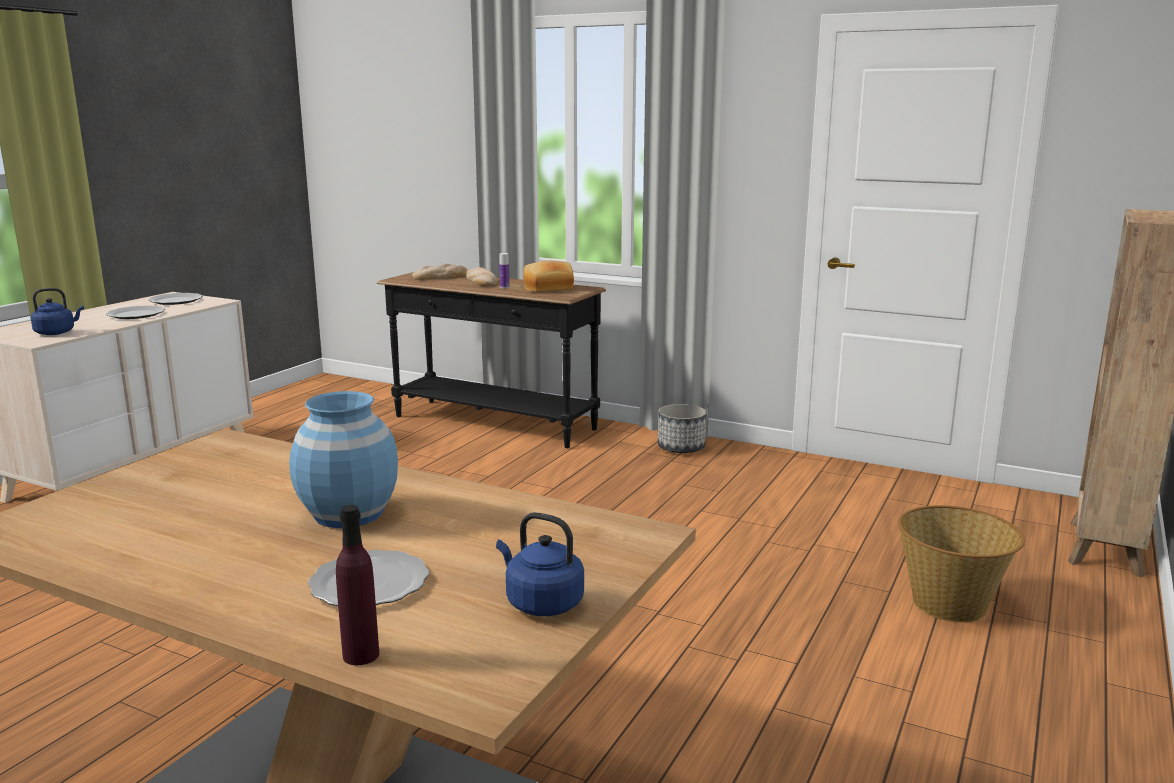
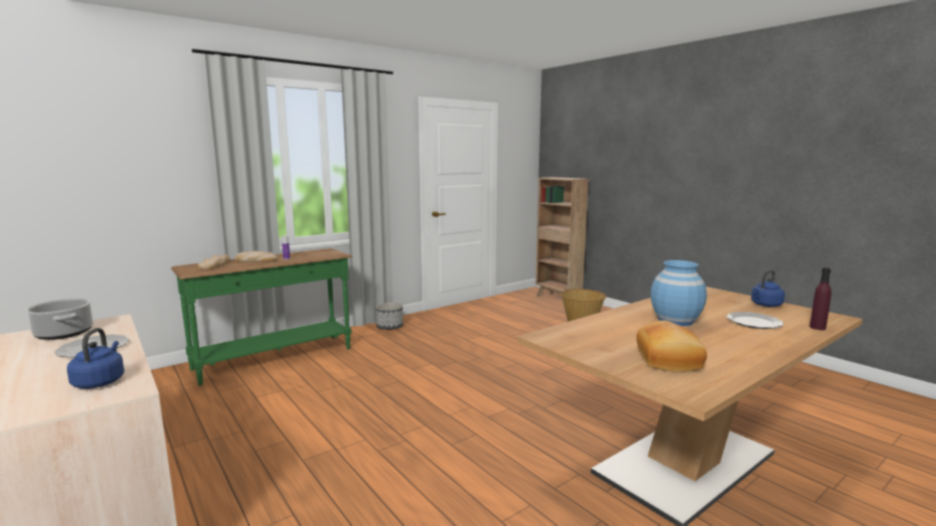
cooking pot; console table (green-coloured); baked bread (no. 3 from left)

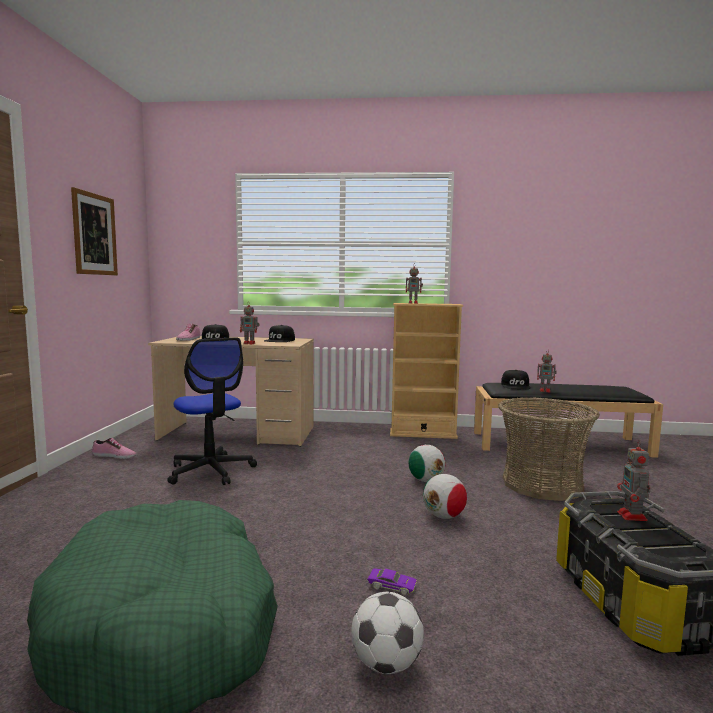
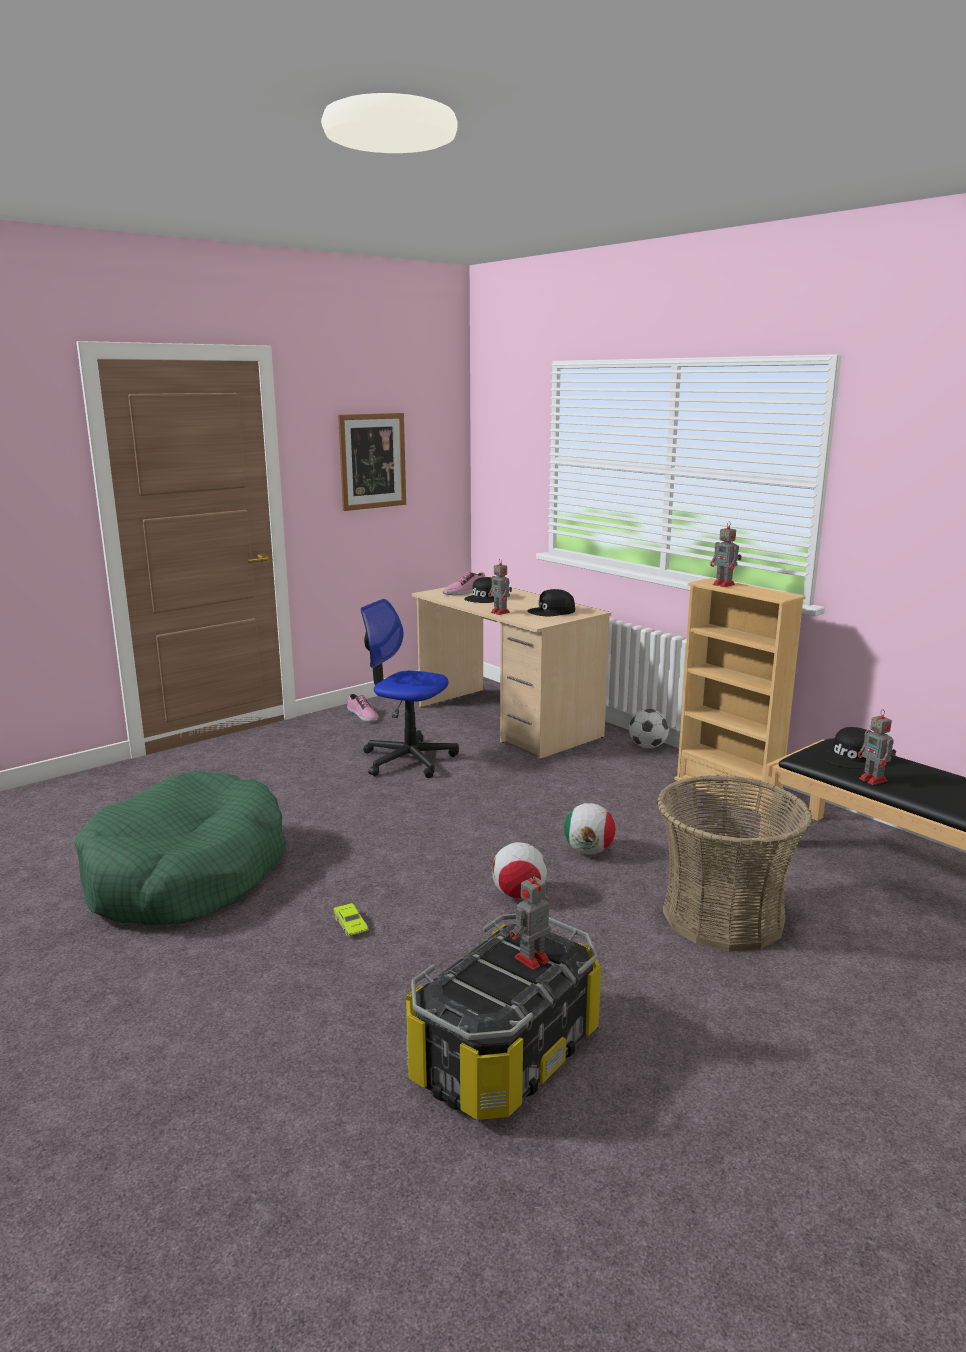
office chair; football (no. 3 from left); miniature car (green-coloured)

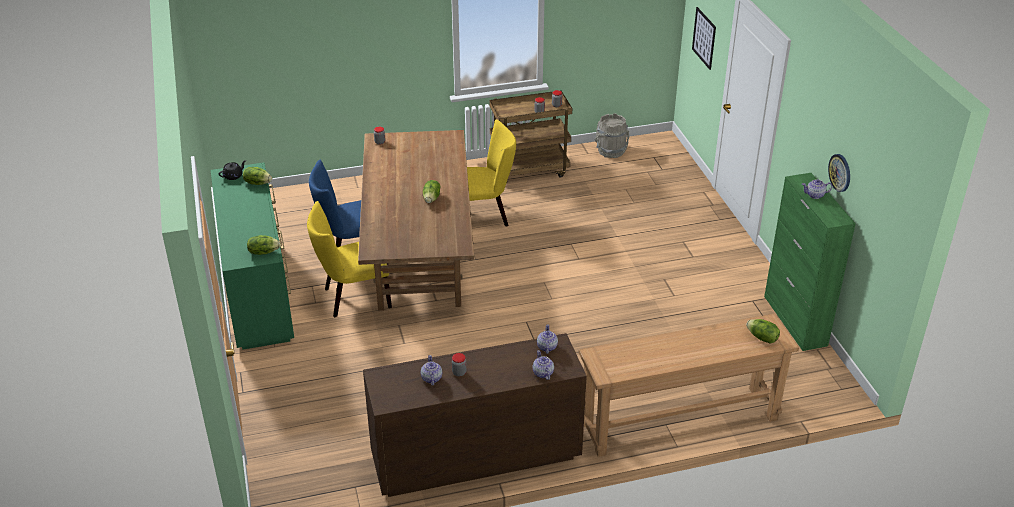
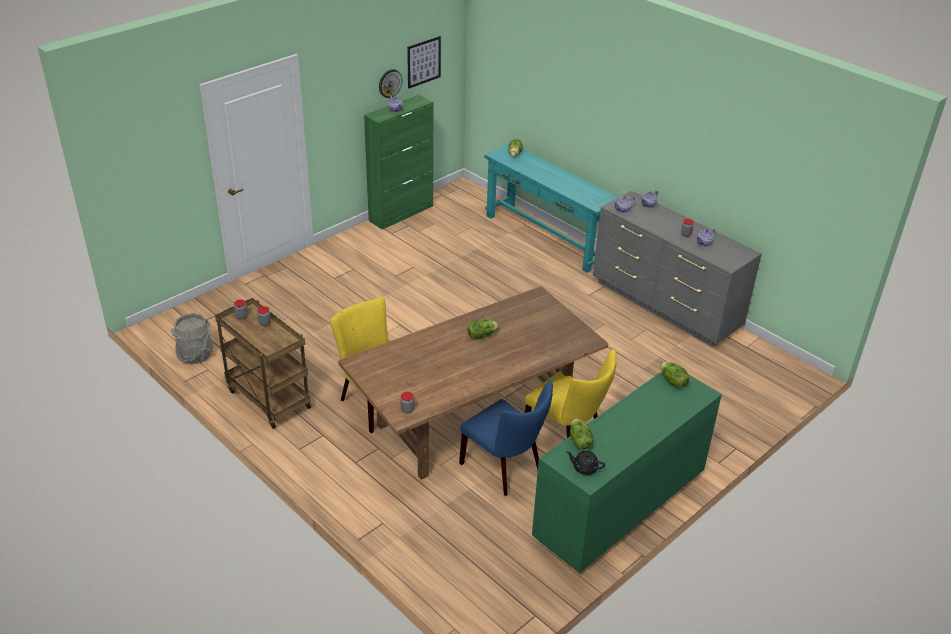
dresser (gray); console table (turquoise-coloured); wall picture

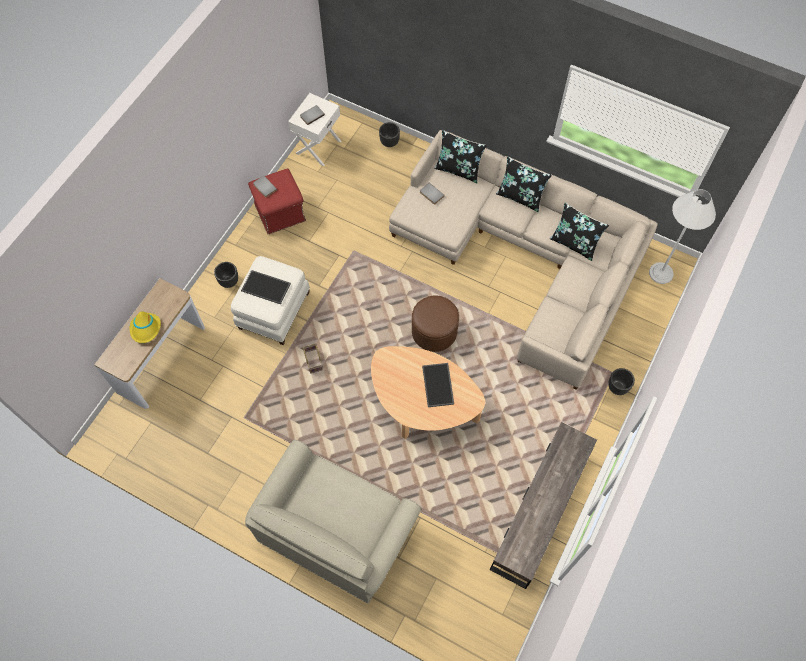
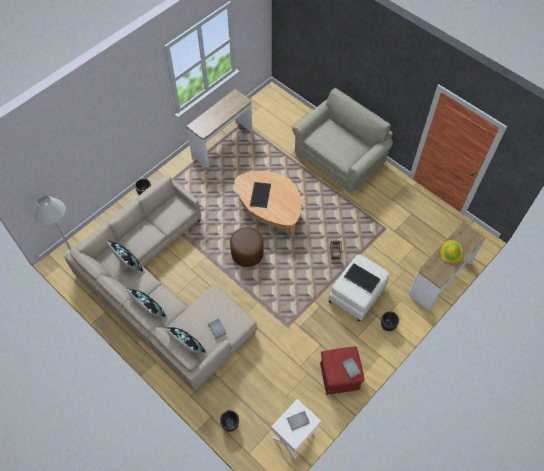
console table (no. 1 from left)

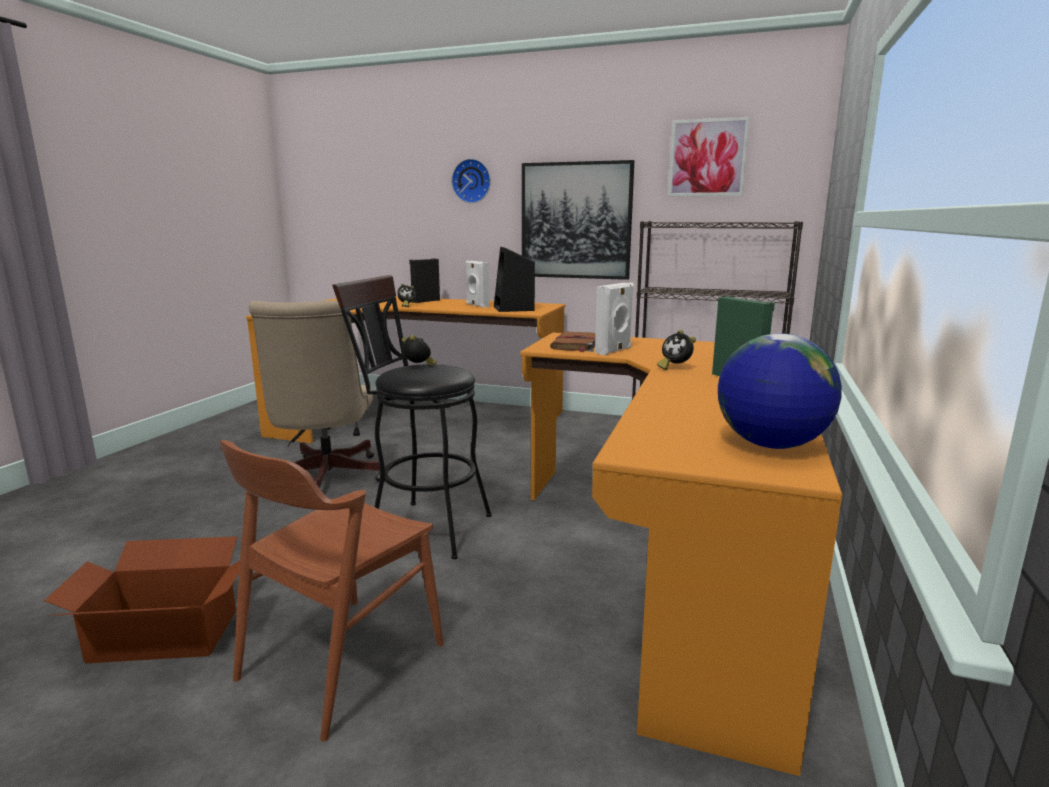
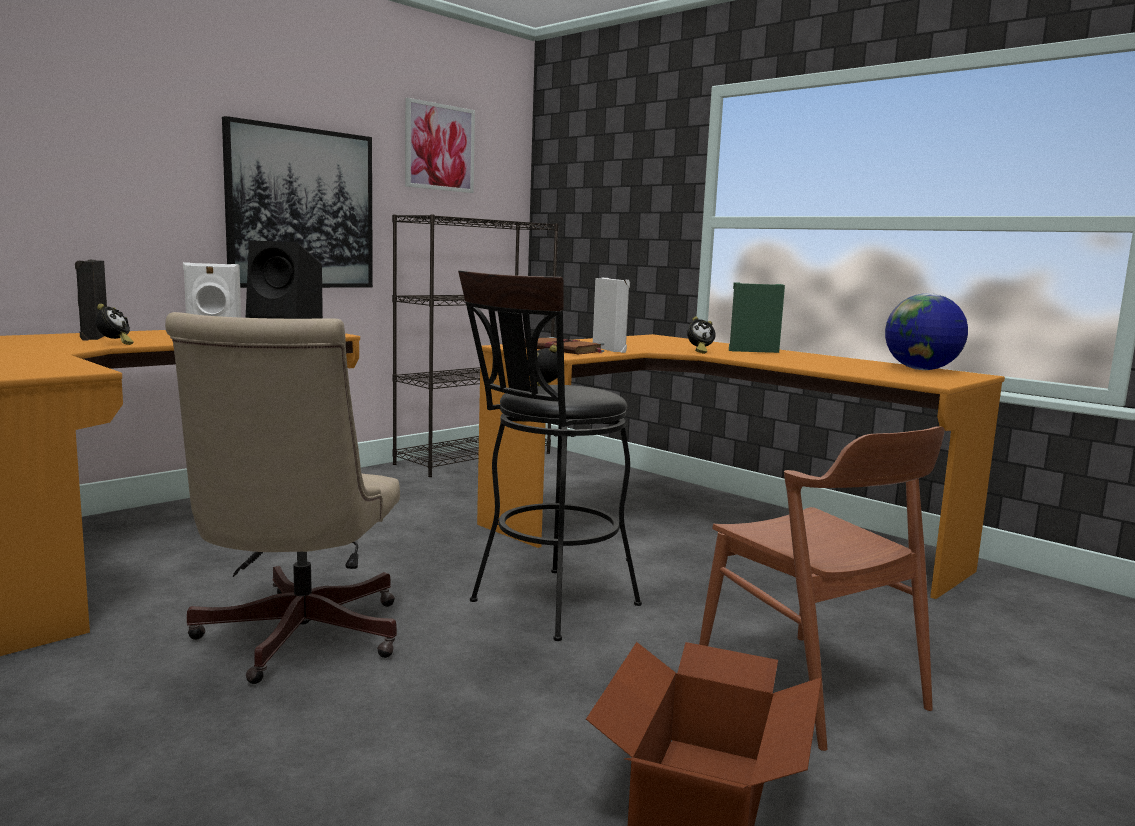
office chair (beige); hanging clock

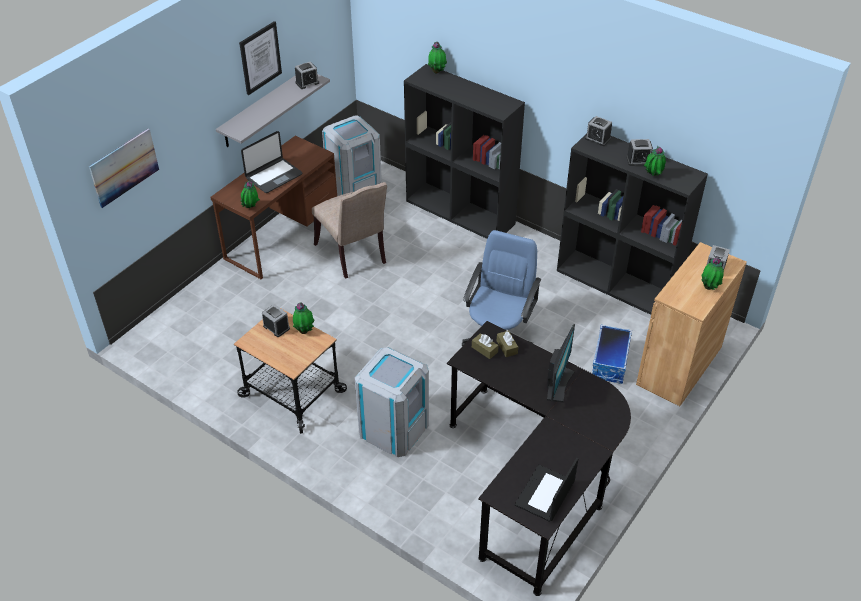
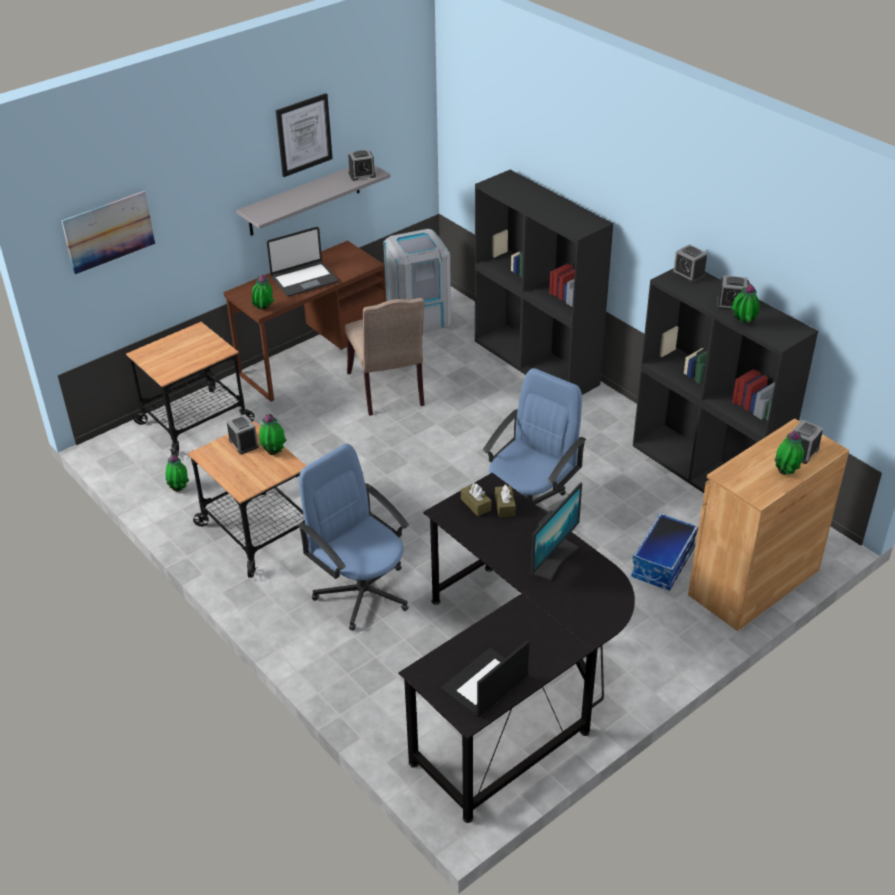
office chair (blue-coloured) (no. 1 from left); houseplant (no. 1 from left); cart (no. 1 from left)

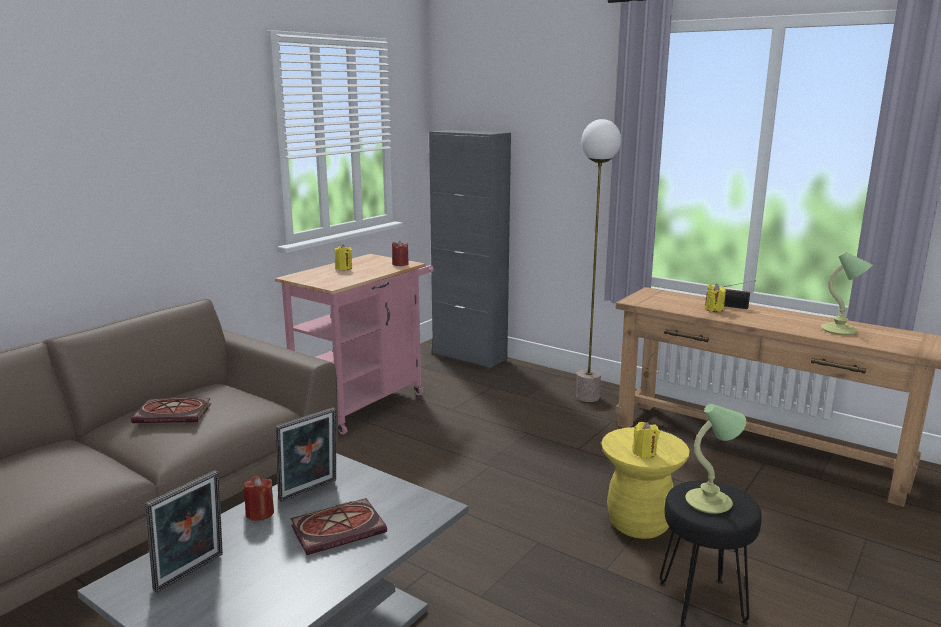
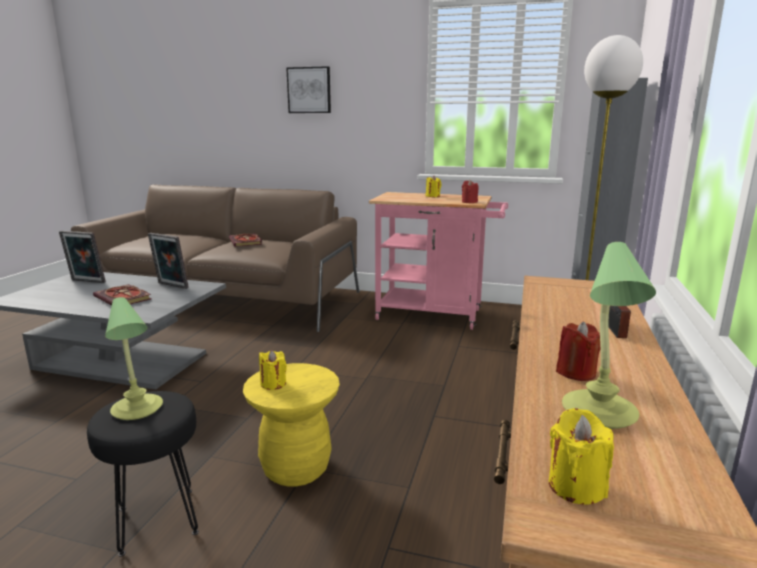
wax candle (reddish) (no. 2 from left); wax candle (yellow) (no. 3 from left); wall picture

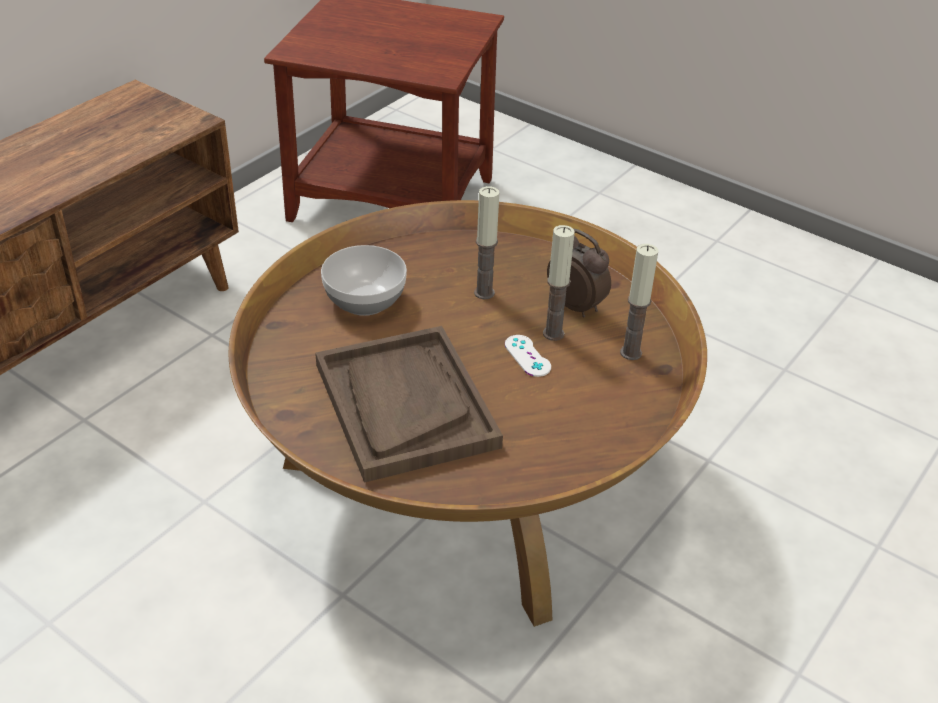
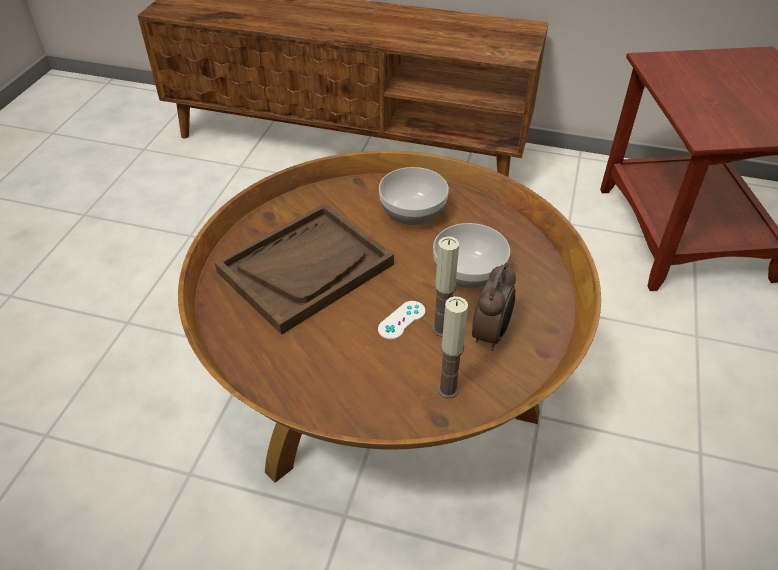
serving bowl (no. 2 from left)

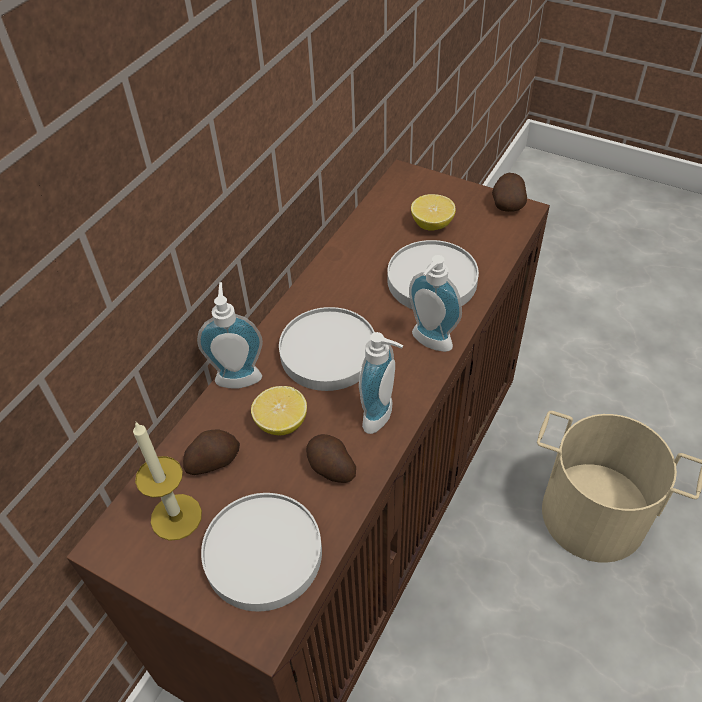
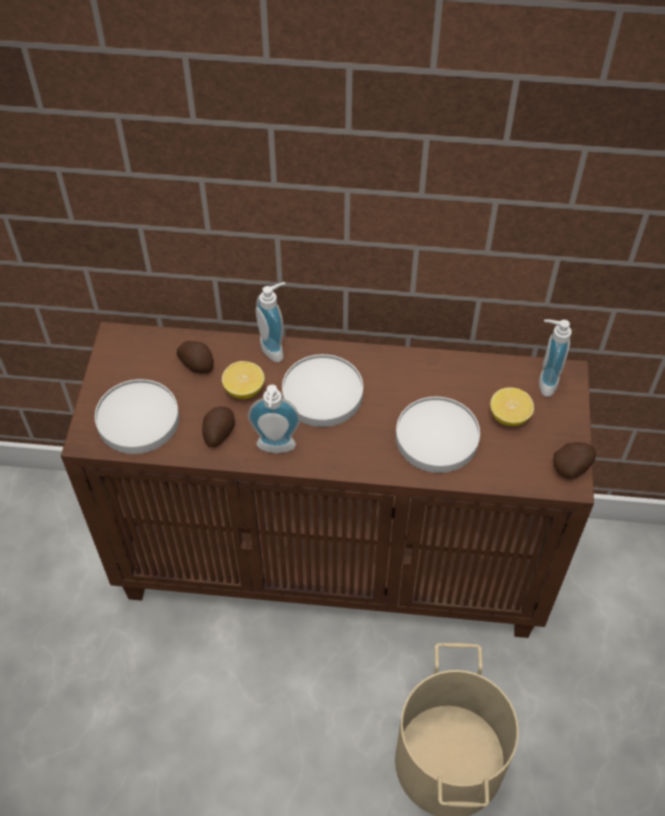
wax candle; soap bottle (no. 3 from left)

